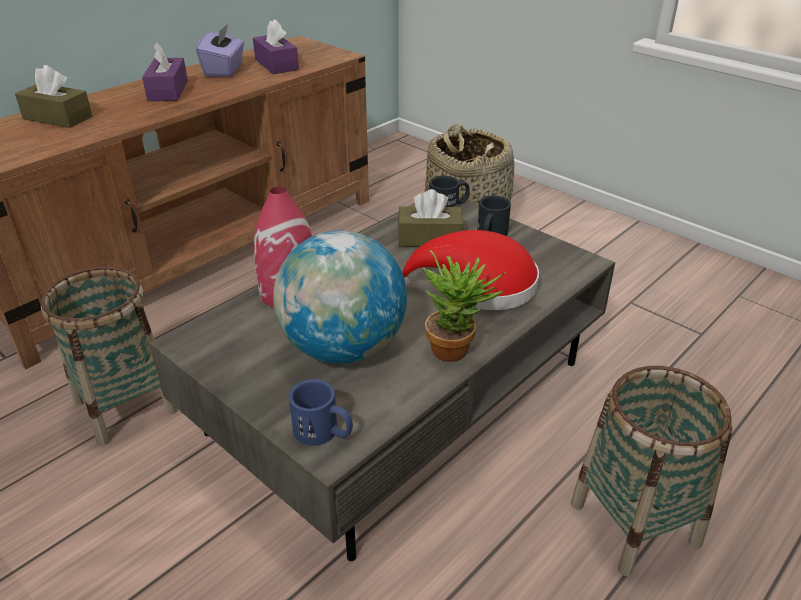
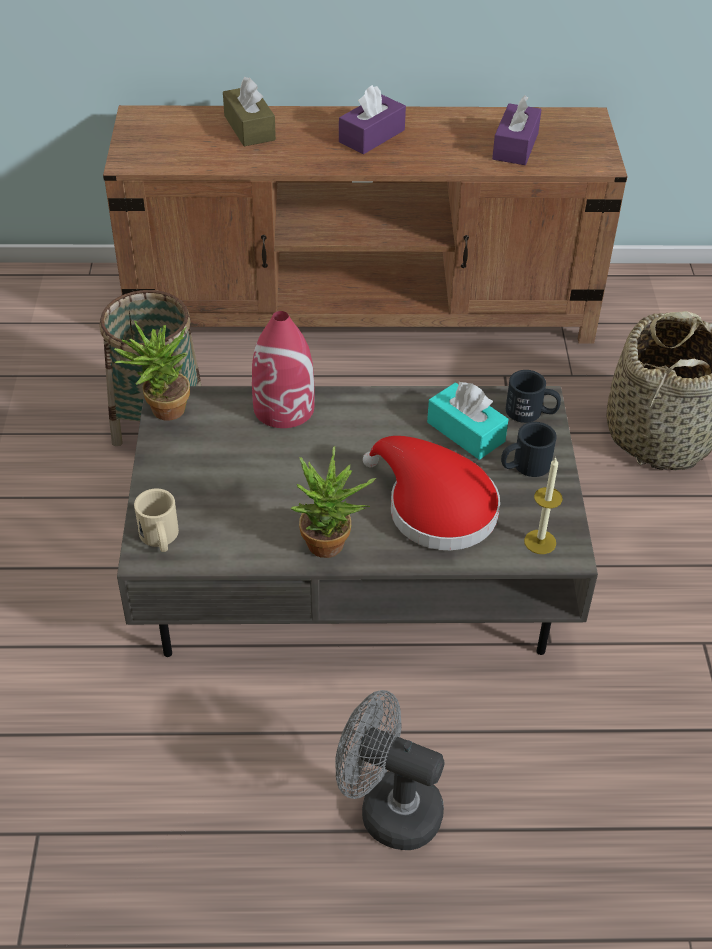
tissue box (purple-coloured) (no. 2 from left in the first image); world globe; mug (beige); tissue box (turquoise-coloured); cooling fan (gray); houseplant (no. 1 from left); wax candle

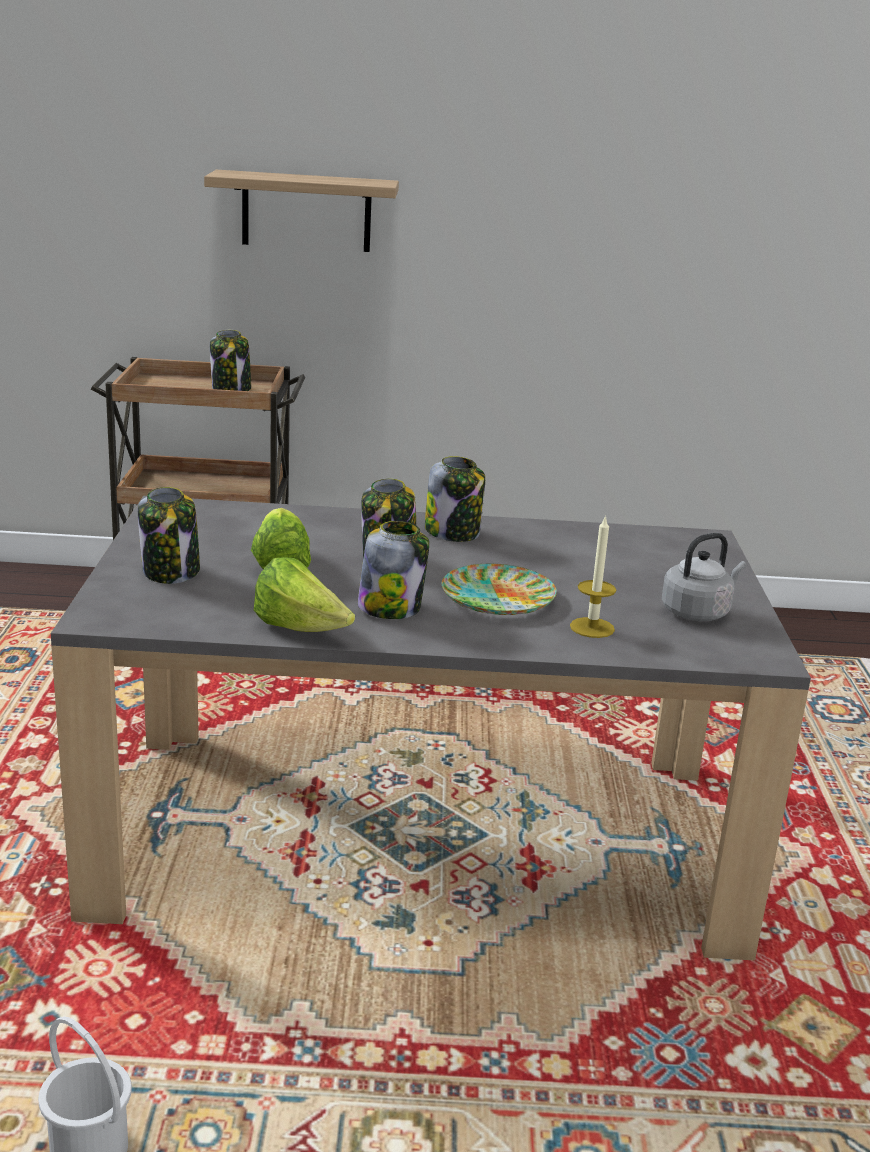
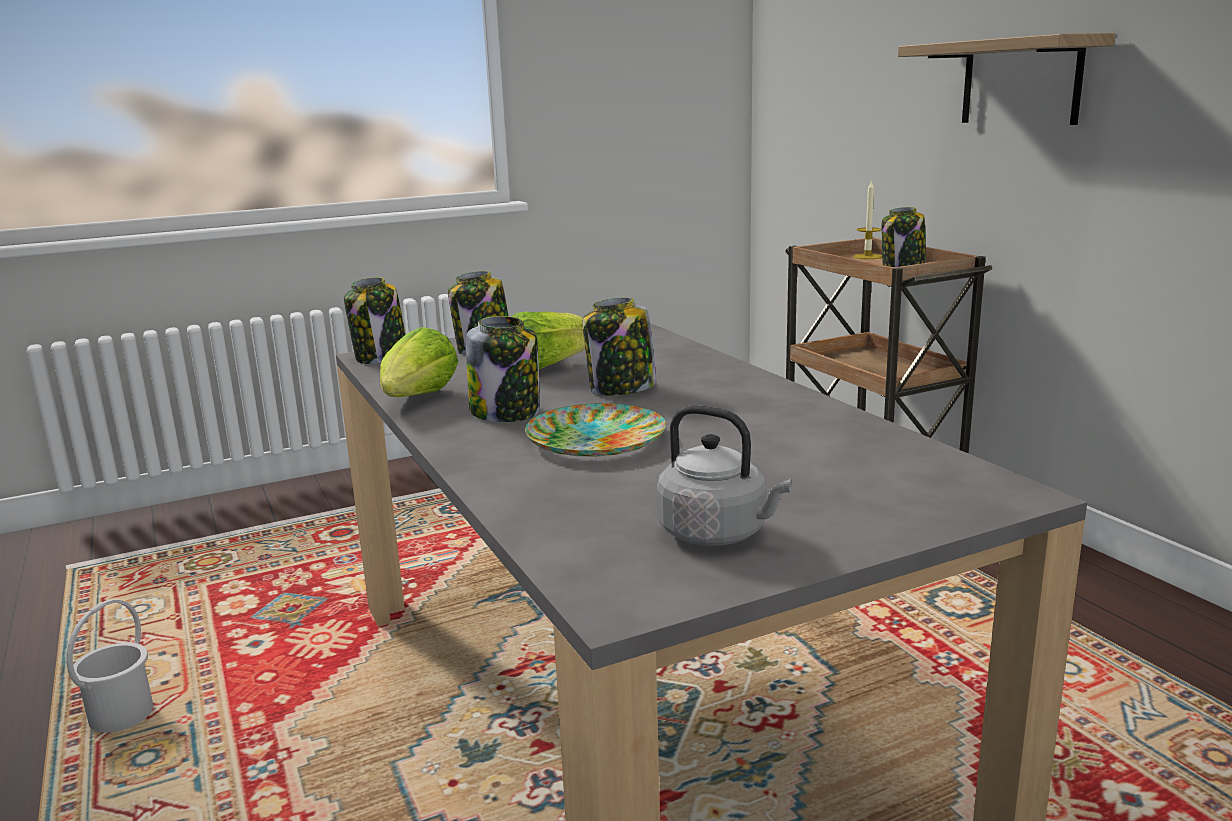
preserve jar (no. 1 from left); wax candle

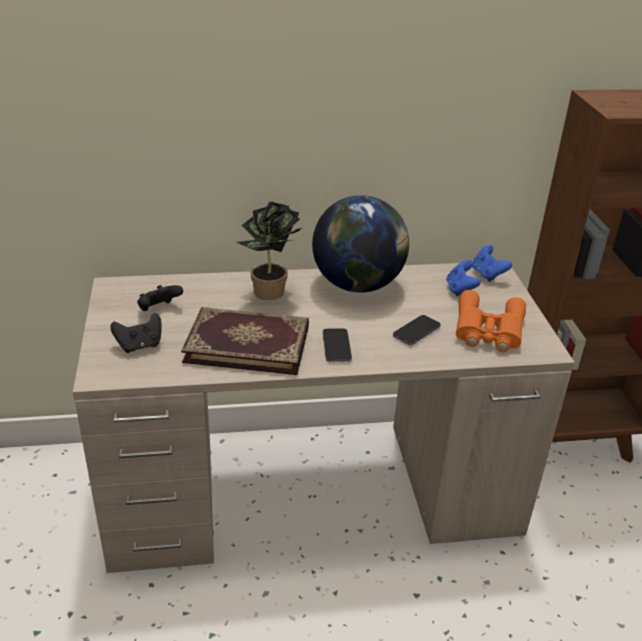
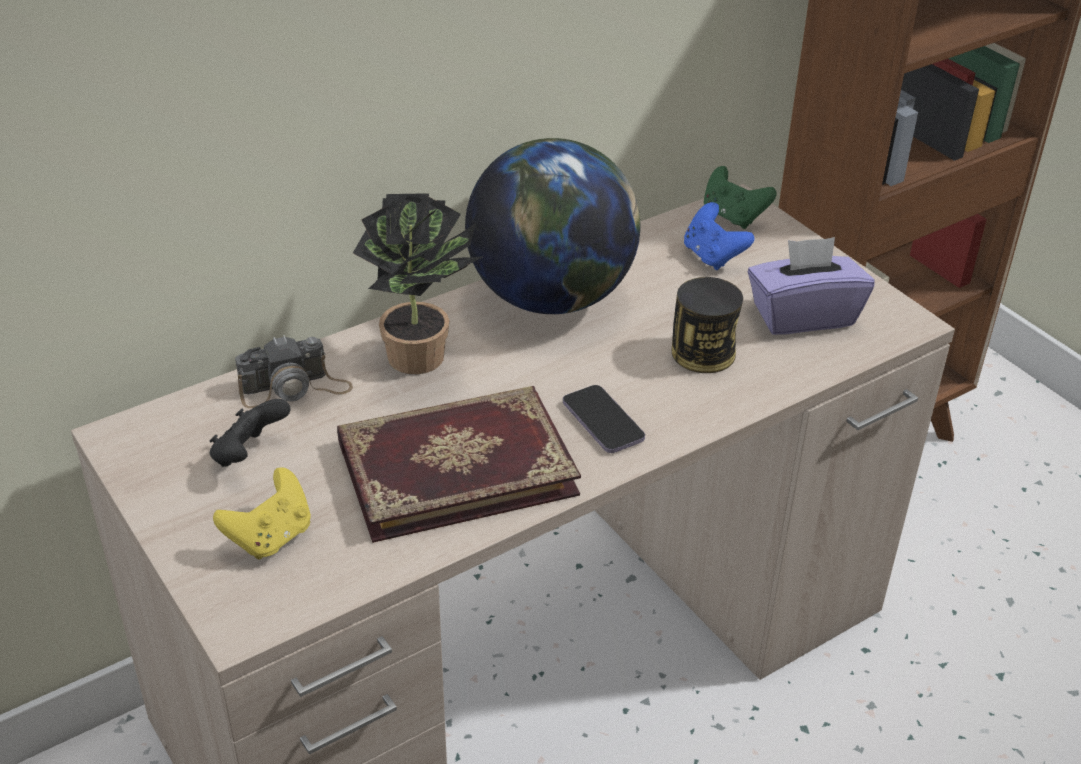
joypad (yellow); metal can; tissue box (purple-coloured); joypad (green-coloured); still camera

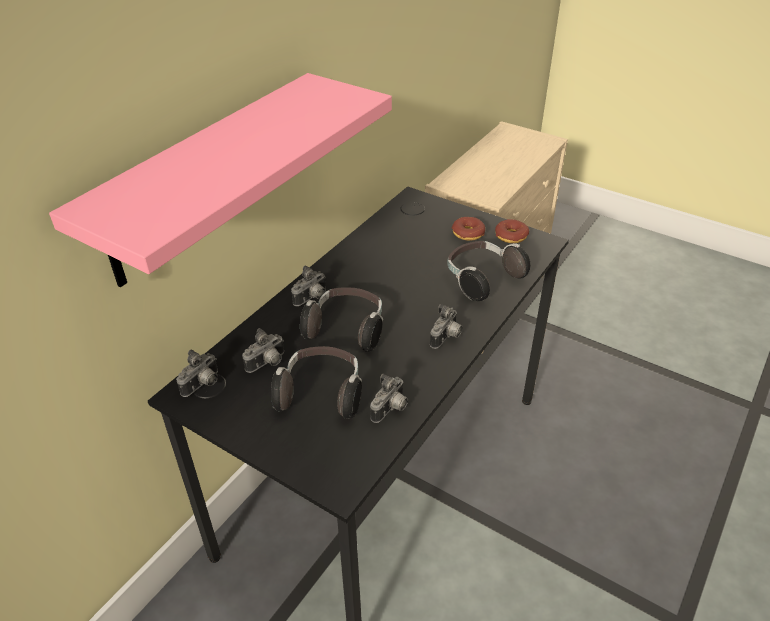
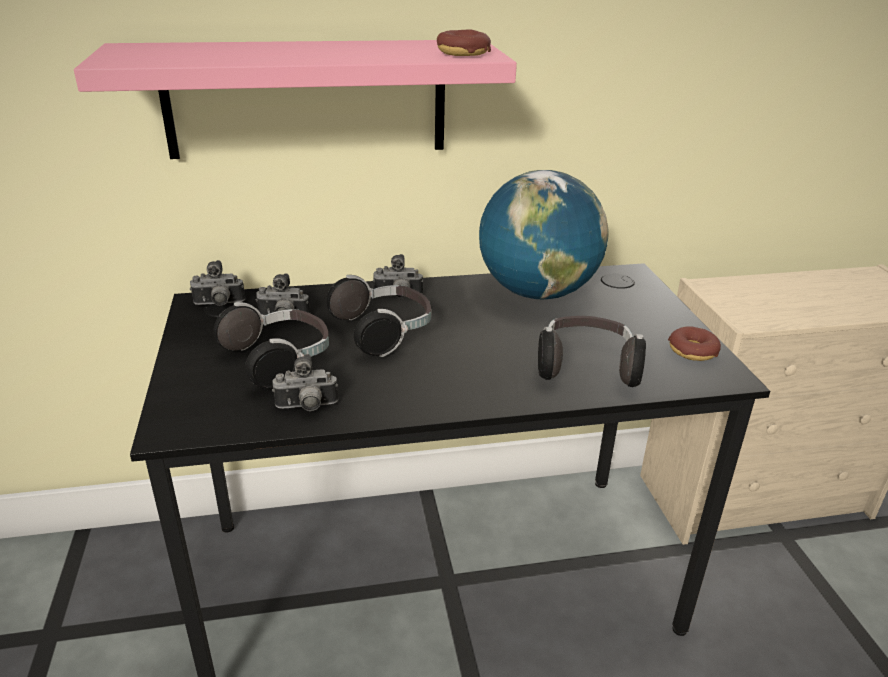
still camera (no. 5 from left in the first image); doughnut (no. 1 from left); world globe

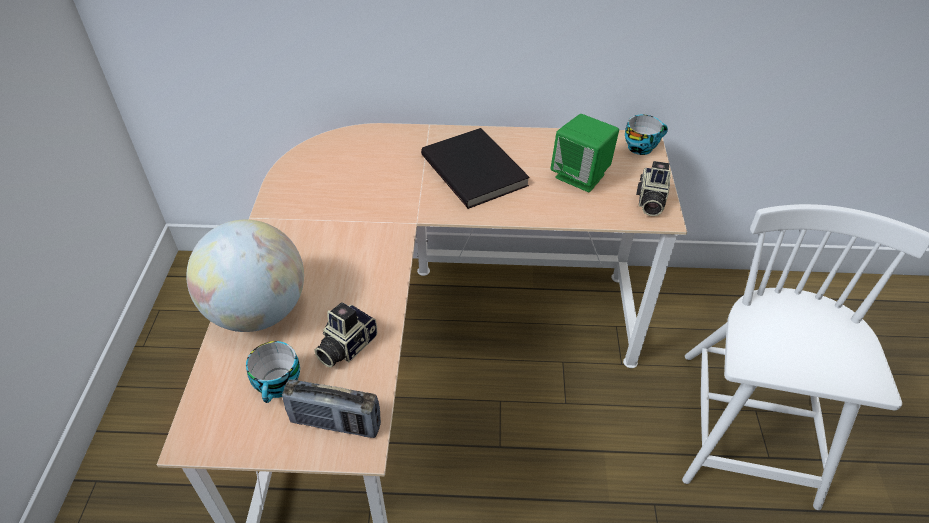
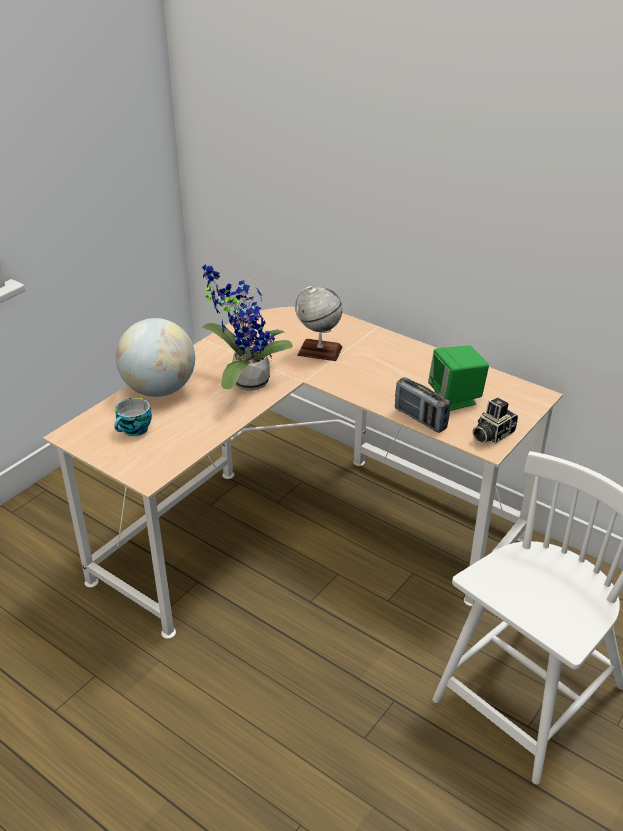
radio receiver; still camera (no. 1 from left in the first image); book (blackish); cup (no. 2 from left in the first image); houseplant; world globe (no. 2 from left)

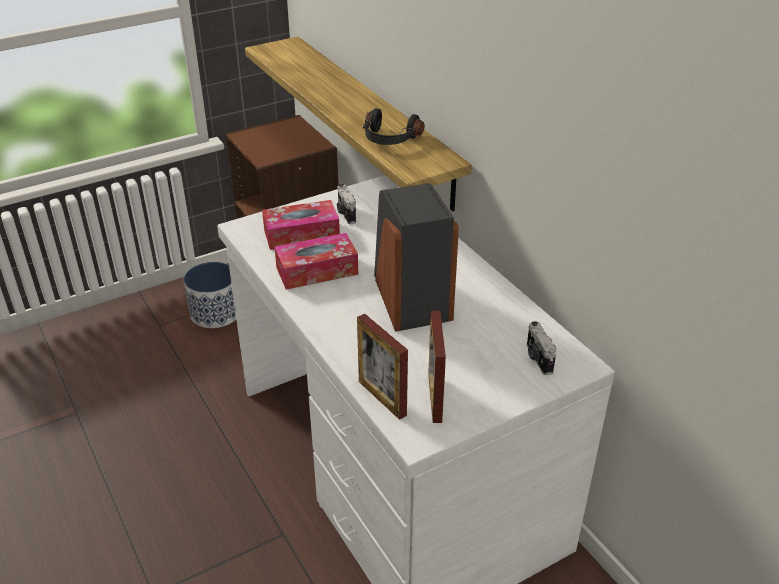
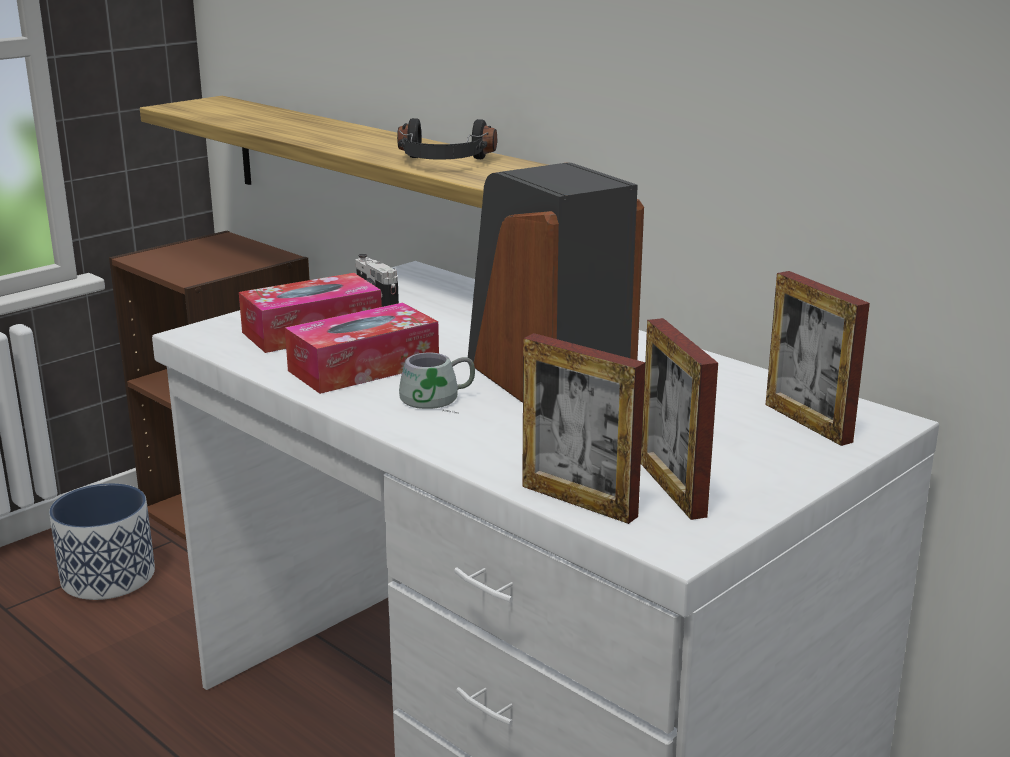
picture frame (no. 3 from left); mug (gray)

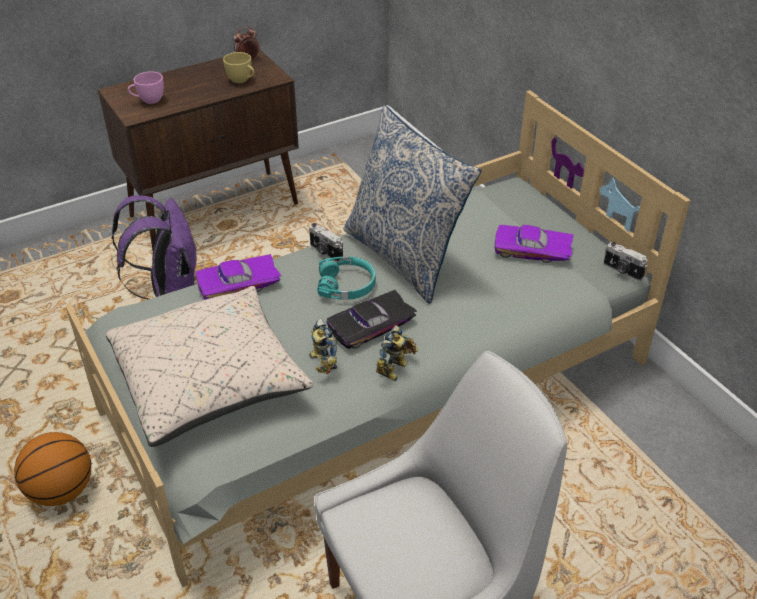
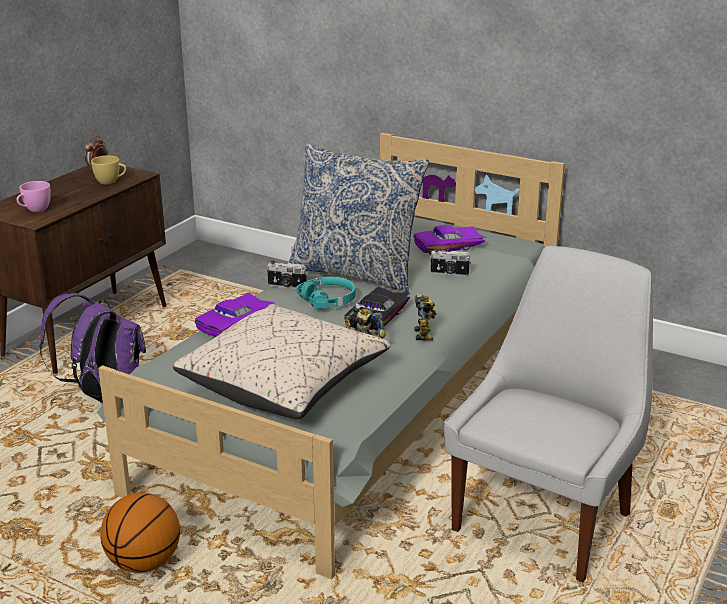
still camera (no. 2 from left)

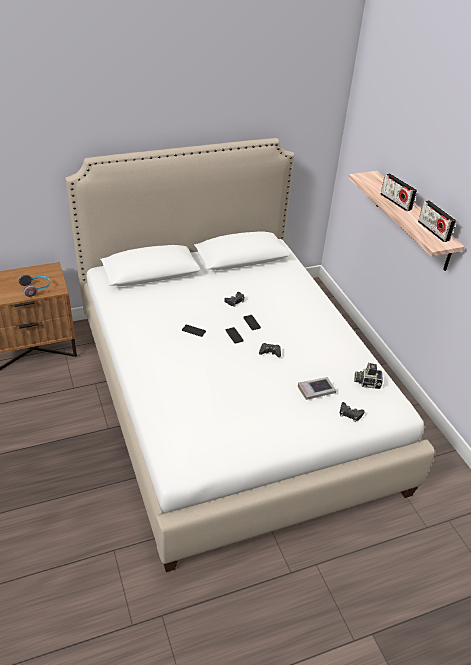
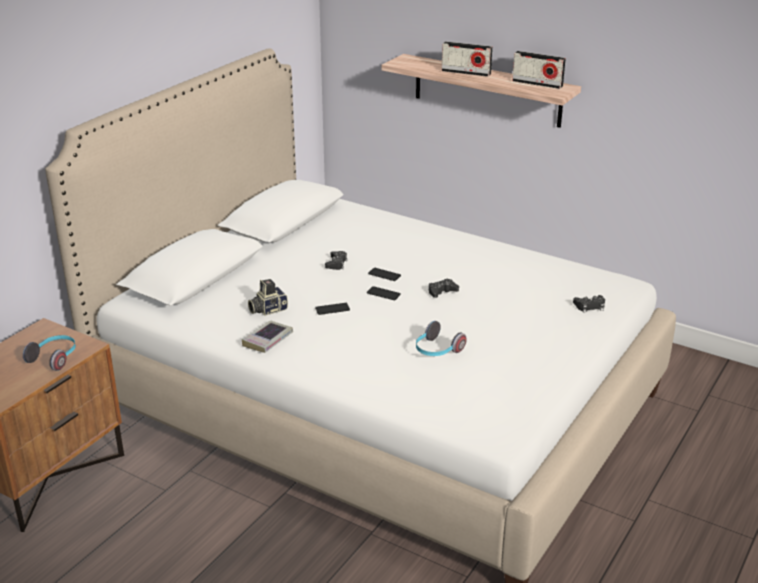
book; still camera; headset (no. 2 from left)

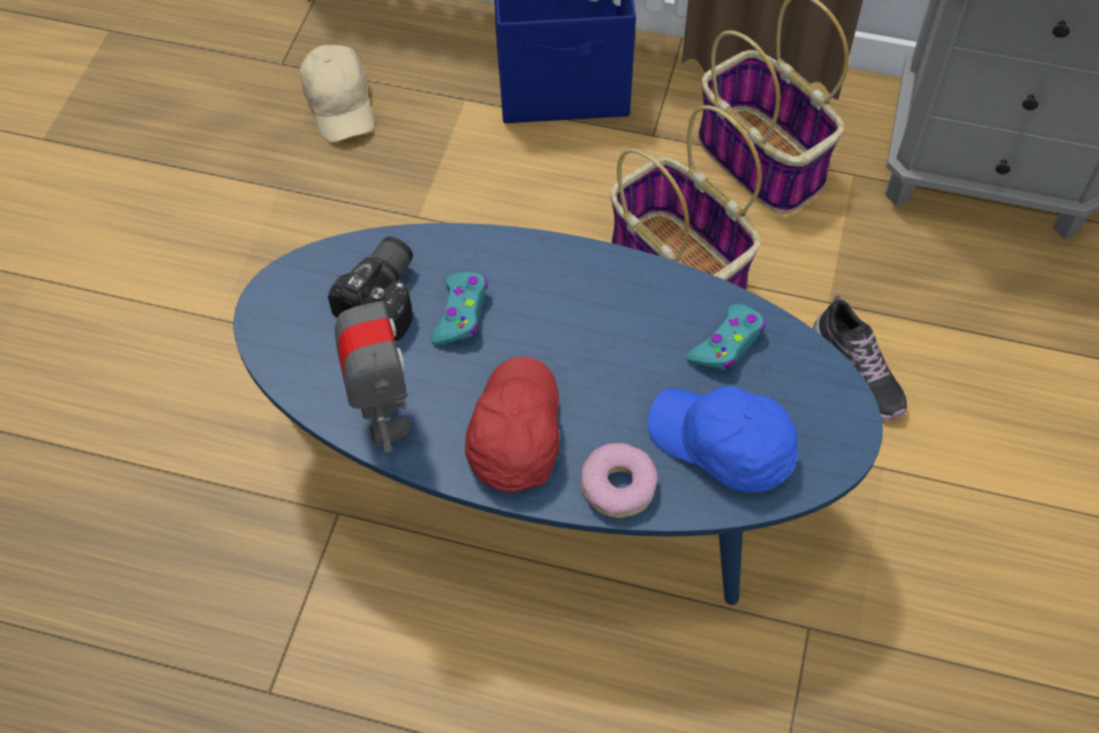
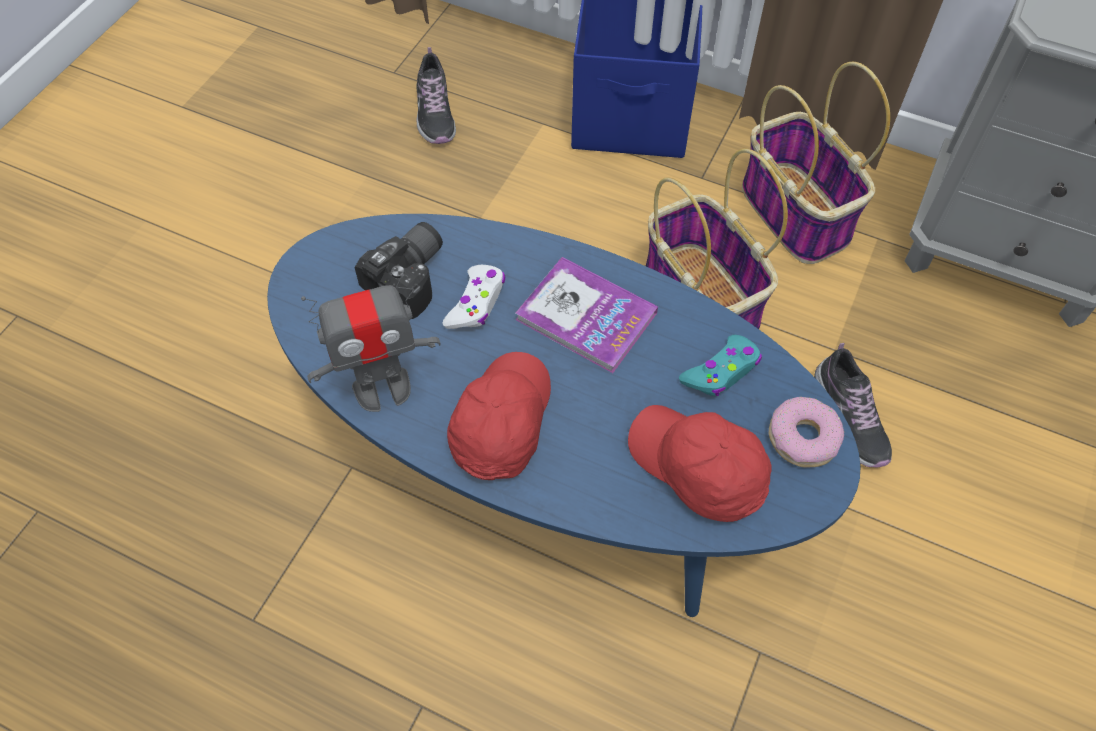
shoe (no. 1 from left); toy robot; joypad (white); doughnut; cap (reddish) (no. 2 from left); book

